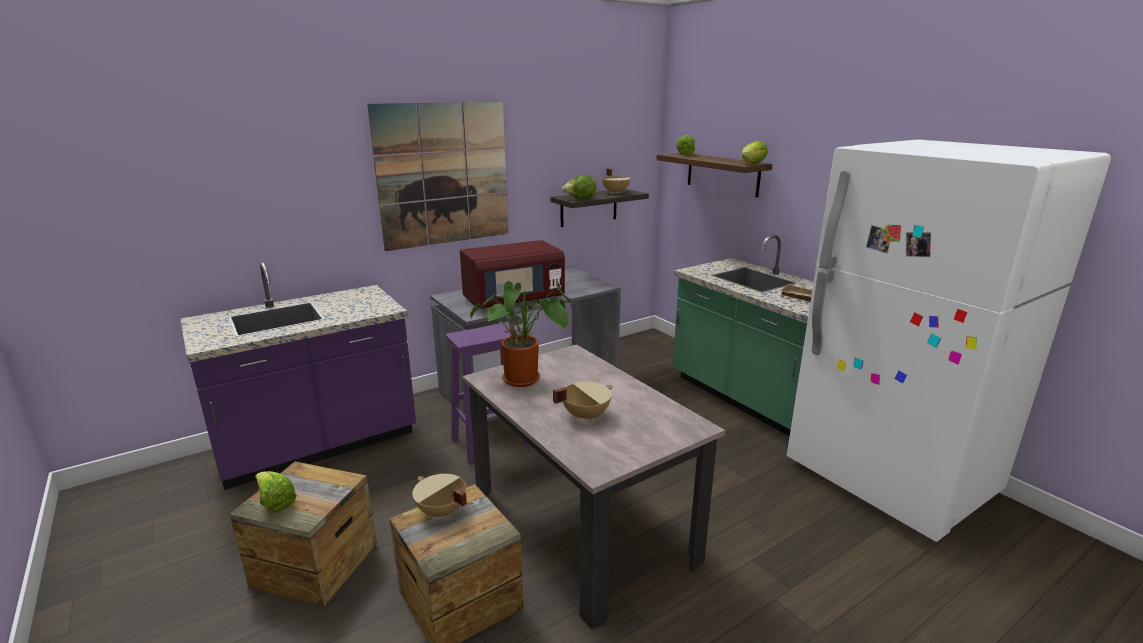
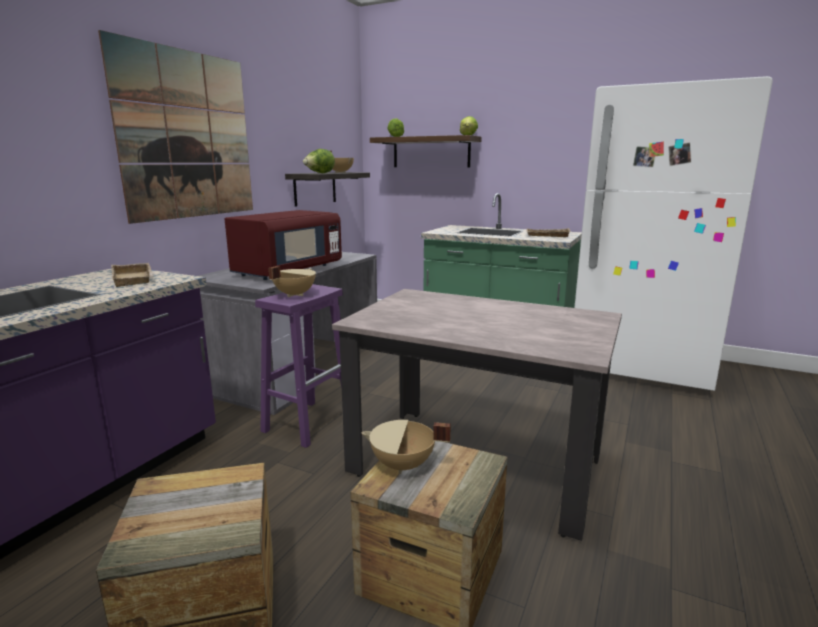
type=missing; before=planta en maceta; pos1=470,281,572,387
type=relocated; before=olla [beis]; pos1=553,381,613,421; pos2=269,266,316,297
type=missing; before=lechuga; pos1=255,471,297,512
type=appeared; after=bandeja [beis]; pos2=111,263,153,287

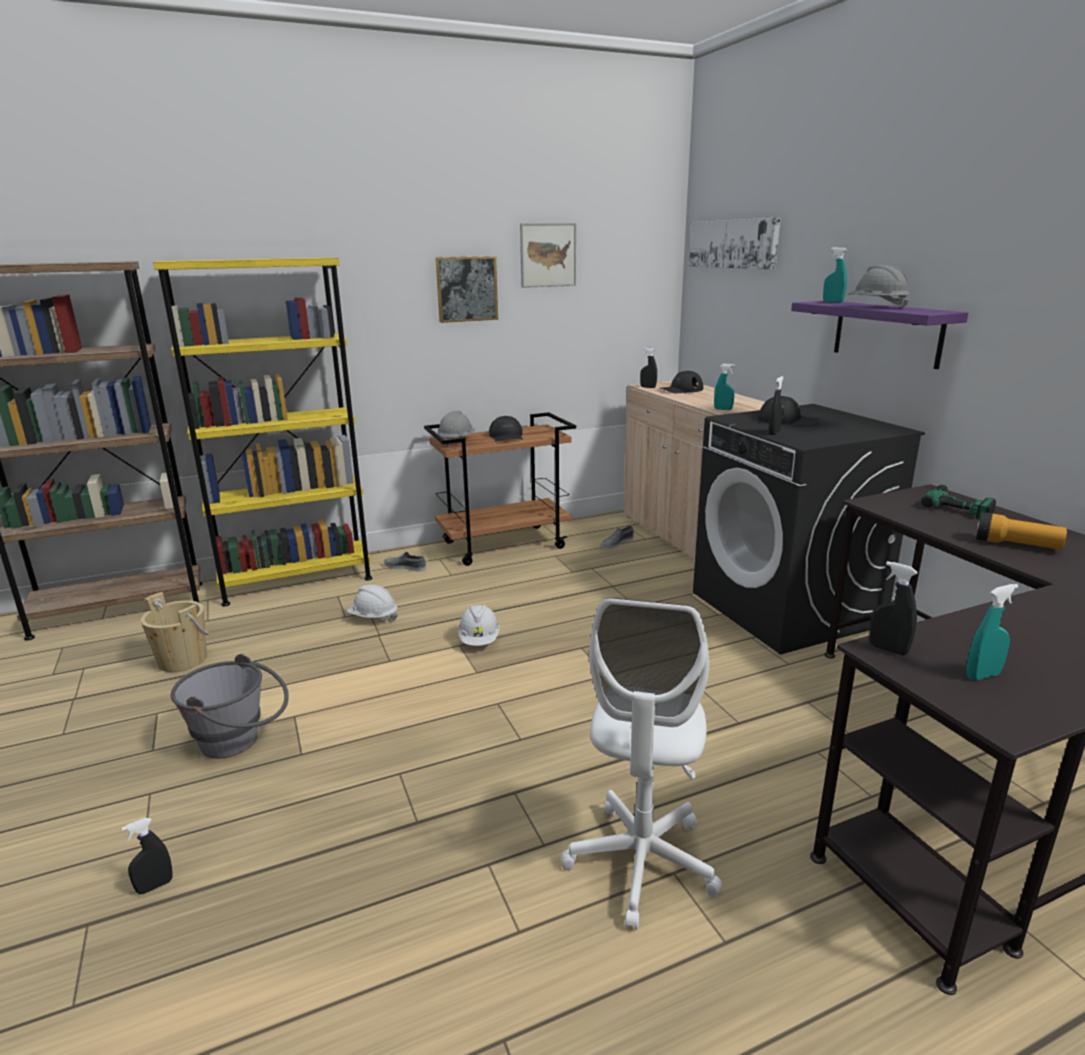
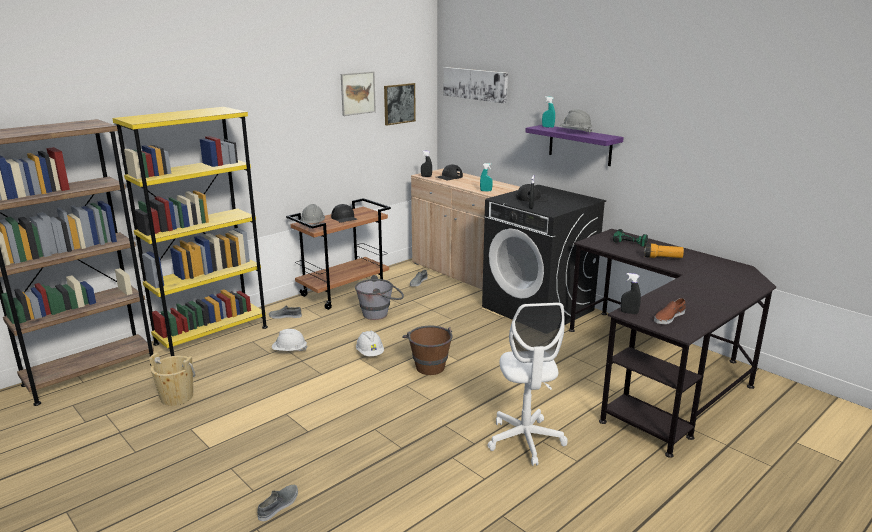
type=relocated; before=cuadro; pos1=435,256,498,323; pos2=384,83,416,125
type=exchanged; before=pulverizador [turquesa]; after=zapato [marrón]; pos1=966,584,1018,680; pos2=654,298,686,324
type=relocated; before=cubo [gris]; pos1=171,654,289,759; pos2=355,275,404,320
type=exchanged; before=pulverizador [negro]; after=zapato [gris]; pos1=122,818,173,894; pos2=257,485,298,521
type=appeared; after=cubo [marrón]; pos2=402,326,453,375

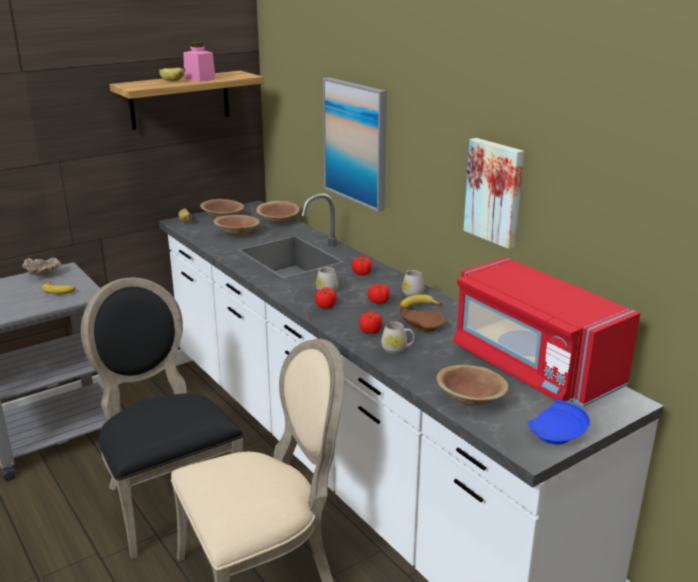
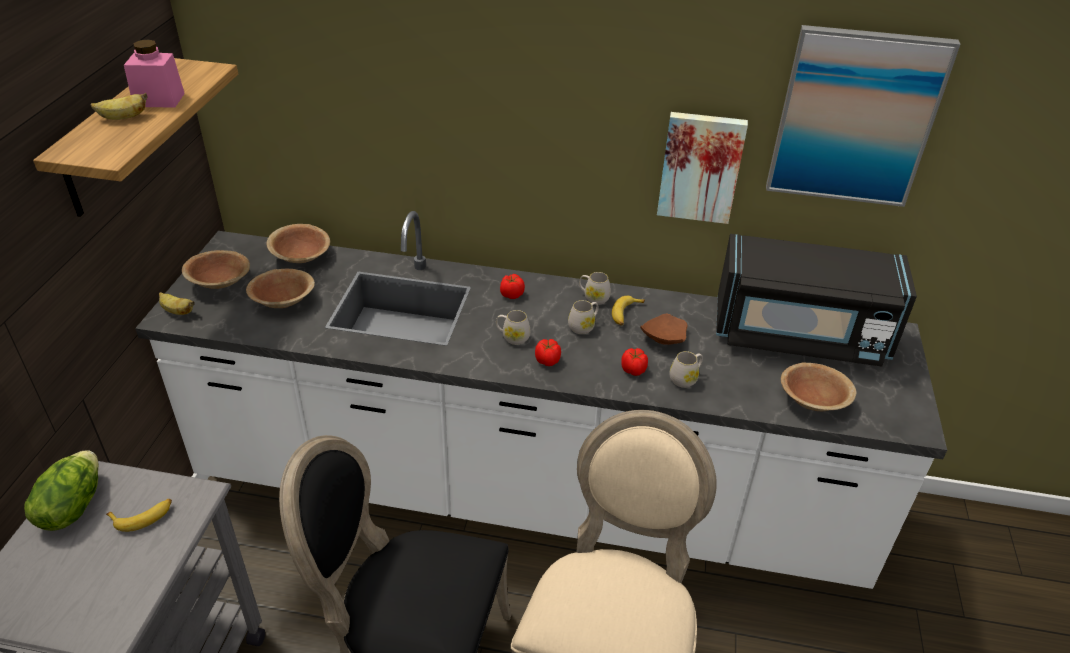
type=relocated; before=cuadro; pos1=323,77,387,212; pos2=766,25,960,207
type=colour; before=microondas [rojo]; after=microondas [negro]; pos1=453,257,640,407; pos2=716,234,917,367
type=exchanged; before=cuenco [beis]; after=lechuga; pos1=22,258,62,277; pos2=24,450,99,531
type=exchanged; before=tomate; after=taza grande [blanco]; pos1=368,283,390,304; pos2=568,300,599,334
type=missing; before=plato [azul]; pos1=527,400,590,445

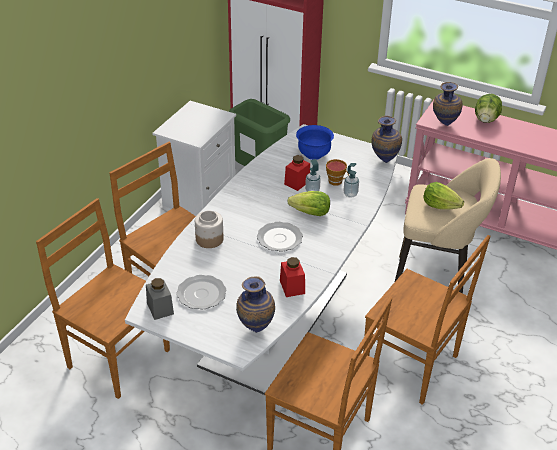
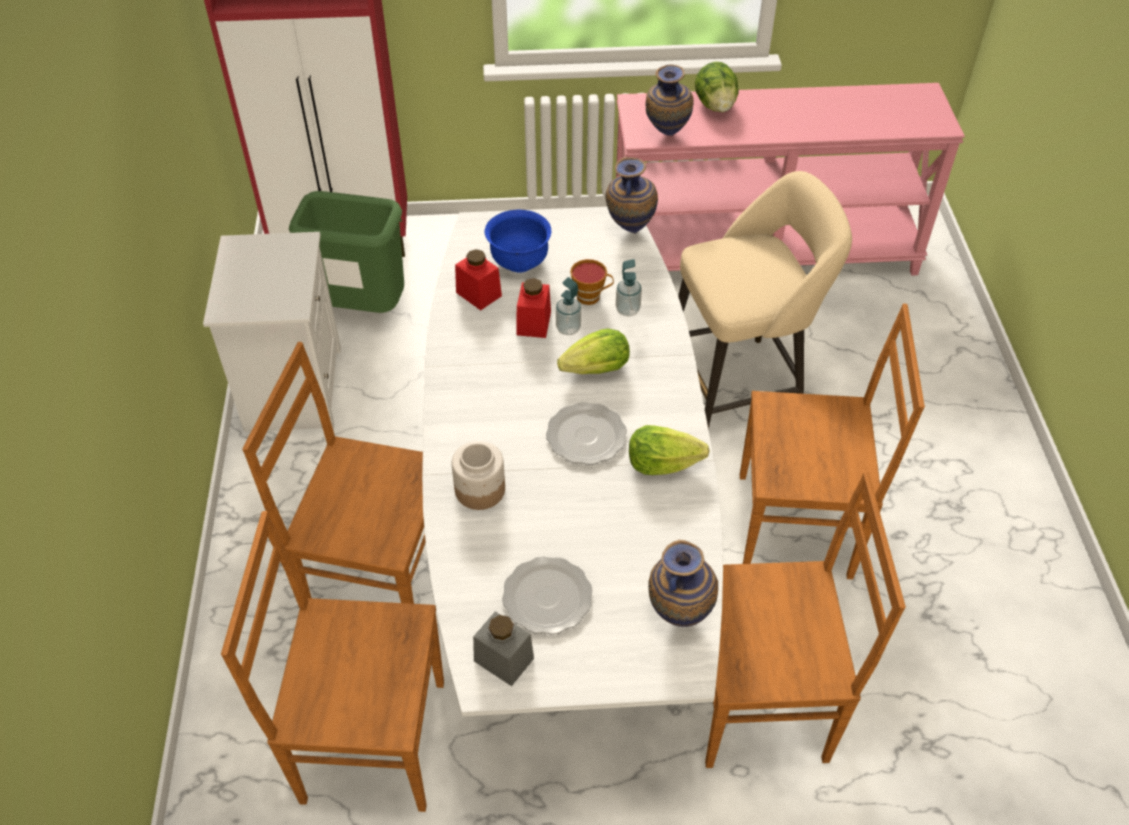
type=relocated; before=lechuga; pos1=423,182,464,210; pos2=629,425,710,475
type=relocated; before=tarro [rojo]; pos1=280,257,305,297; pos2=455,249,502,310

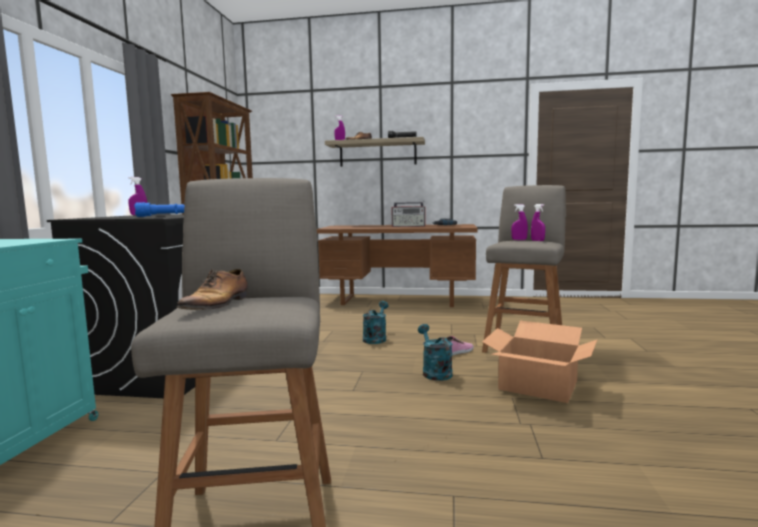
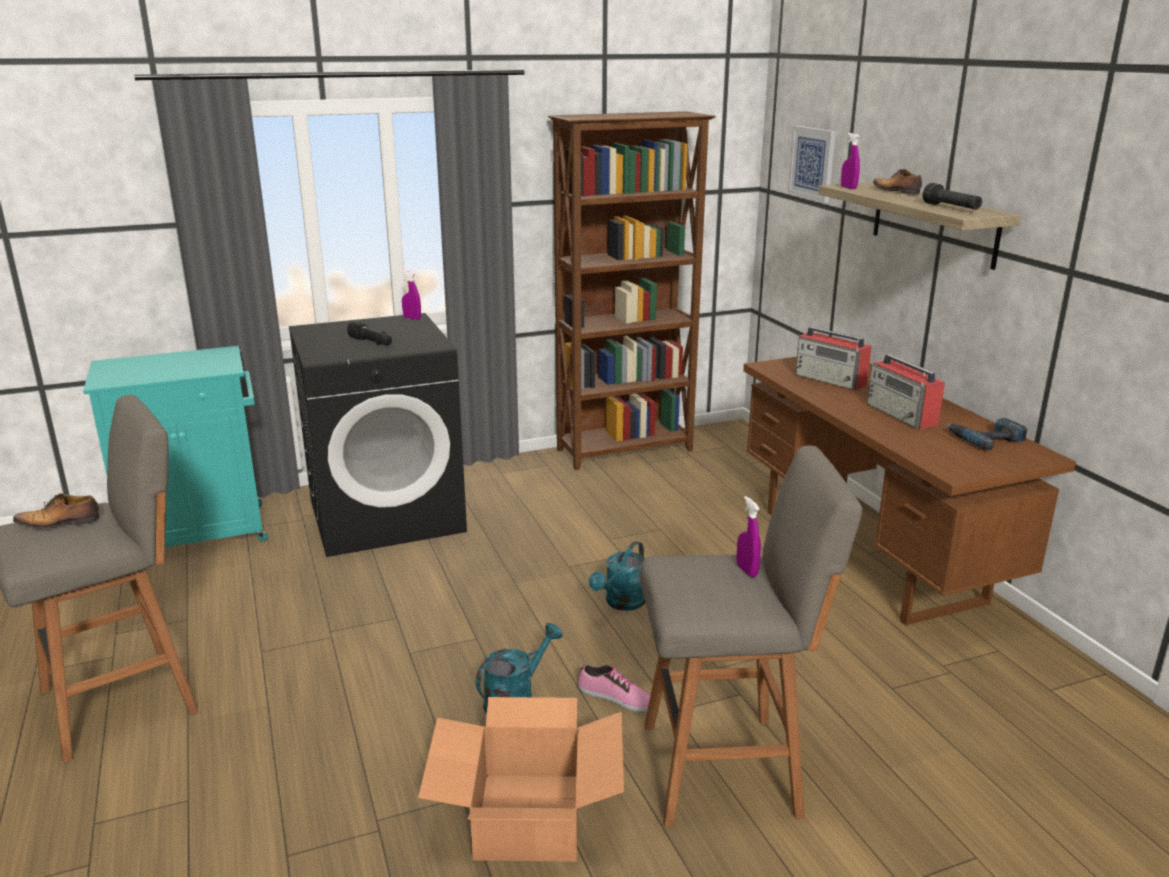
type=colour; before=linterna [azul]; after=linterna [negro]; pos1=134,202,184,217; pos2=347,321,392,346
type=missing; before=pulverizador [morado]; pos1=531,204,545,241
type=spun; before=regadera [turquesa]; pos1=363,301,388,344; pos2=589,541,645,611; turn=135
type=appeared; after=cuadro; pos2=787,126,836,202
type=appeared; after=radio; pos2=795,327,872,391

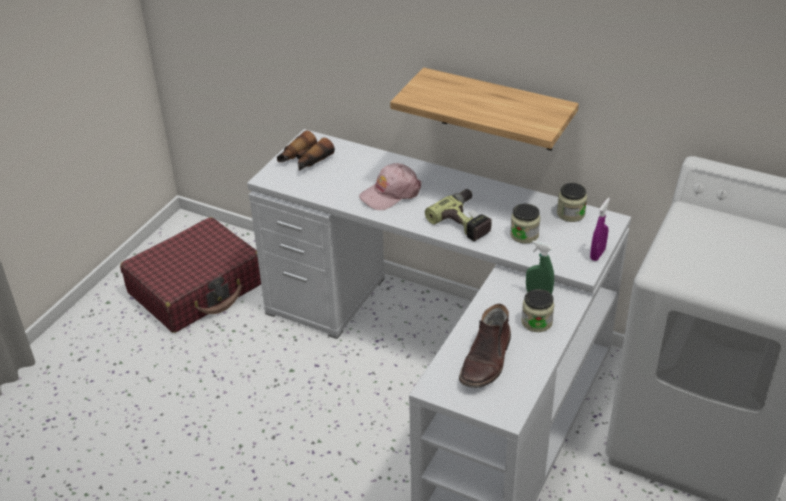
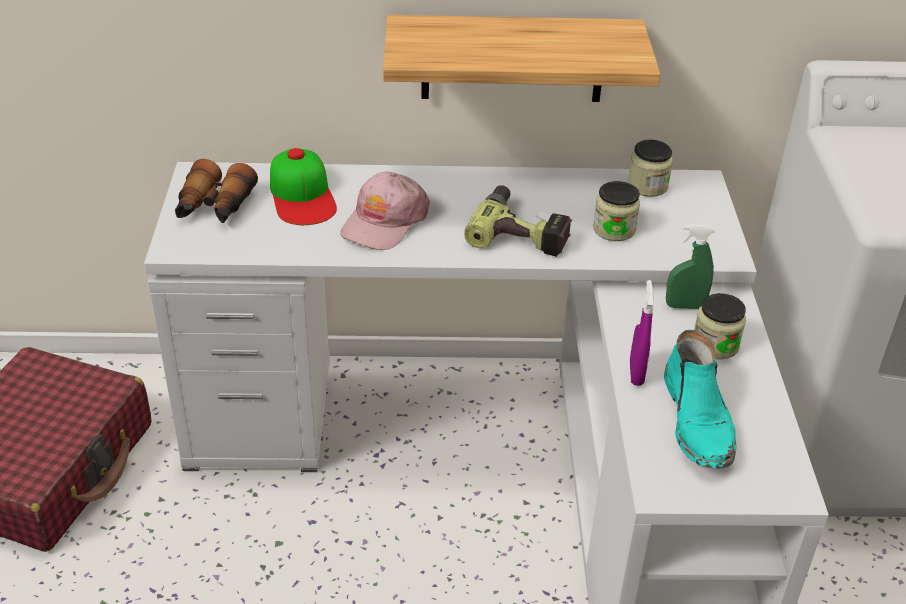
type=relocated; before=pulverizador [morado]; pos1=590,198,610,261; pos2=630,280,654,386
type=colour; before=bota [marrón]; after=bota [turquesa]; pos1=459,304,511,388; pos2=664,330,736,469
type=appeared; after=gorra; pos2=270,148,337,225

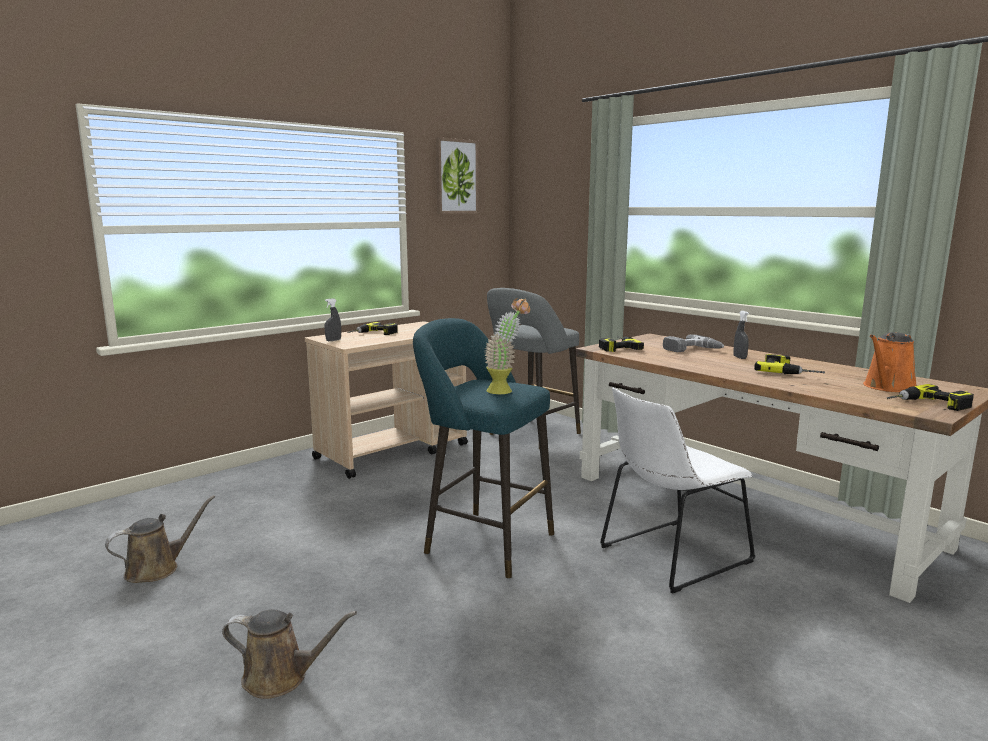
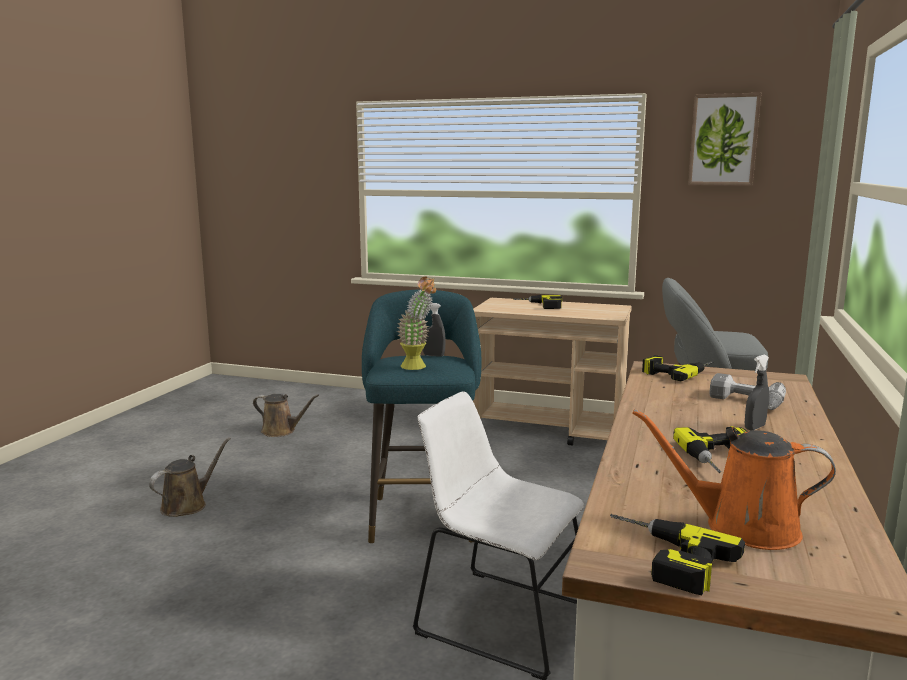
type=relocated; before=pulverizador [gris]; pos1=325,298,341,341; pos2=423,303,446,357
type=spun; before=regadera [marrón]; pos1=222,610,357,699; pos2=149,437,231,517; turn=-120

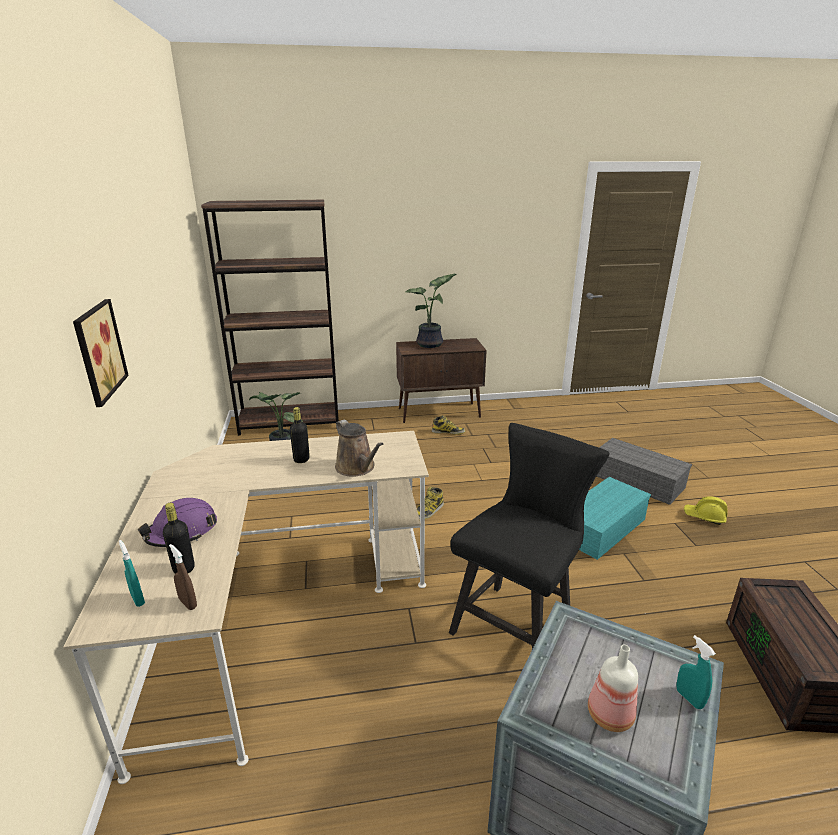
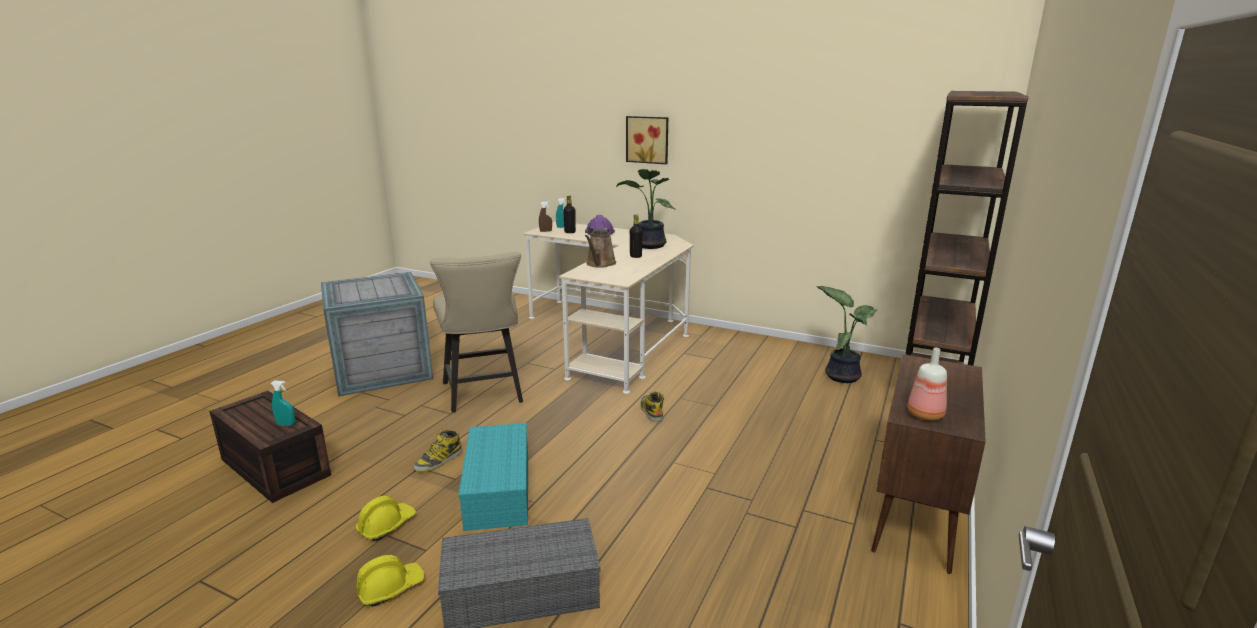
type=relocated; before=planta en maceta; pos1=405,274,457,348; pos2=616,169,676,249
type=relocated; before=bota; pos1=432,415,465,435; pos2=413,430,462,472
type=spun; before=regadera [marrón]; pos1=335,420,383,477; pos2=585,228,616,268; turn=-75
type=colour; before=silla [negro]; after=silla [beis]; pos1=449,423,610,649; pos2=430,251,523,413
type=relocated; before=pulverizador [turquesa]; pos1=676,635,716,709; pos2=271,381,295,426
type=relocated; before=botella; pos1=588,645,638,732; pos2=907,348,947,421
type=appeared; after=casco [amarillo]; pos2=356,496,416,541

